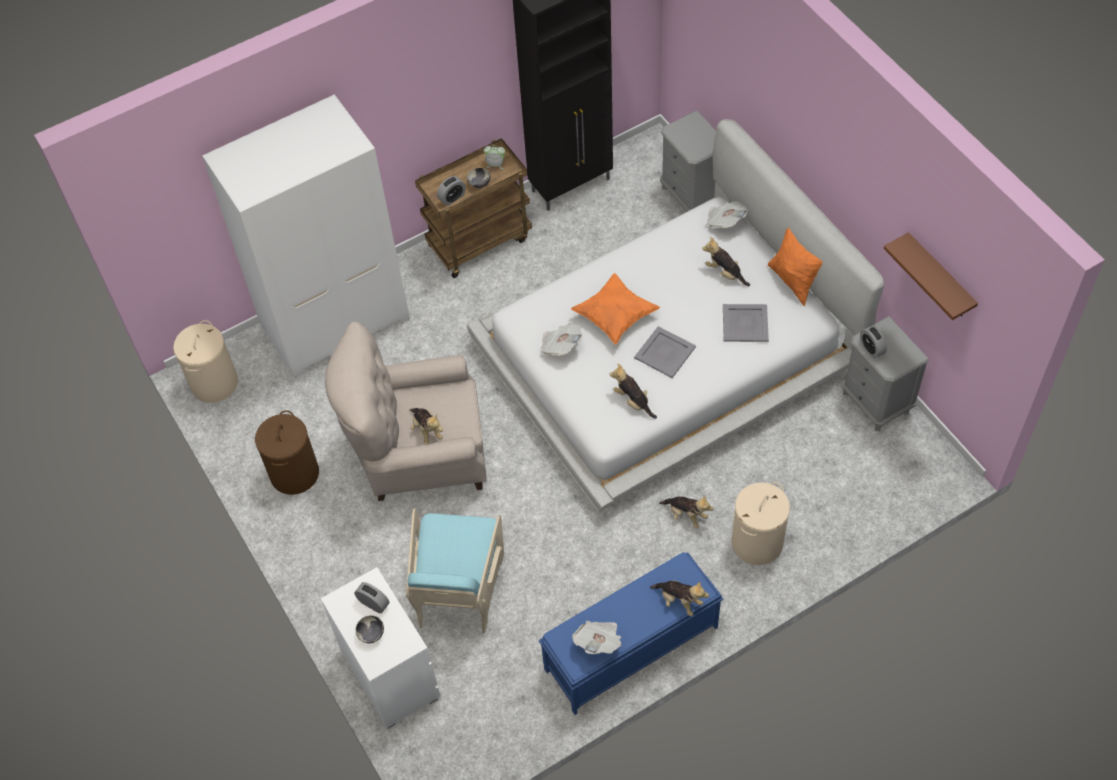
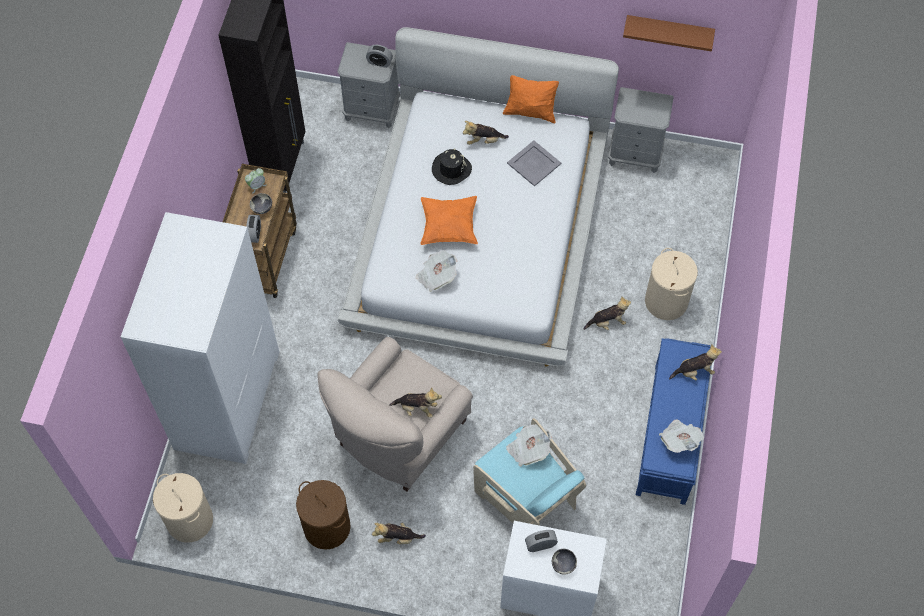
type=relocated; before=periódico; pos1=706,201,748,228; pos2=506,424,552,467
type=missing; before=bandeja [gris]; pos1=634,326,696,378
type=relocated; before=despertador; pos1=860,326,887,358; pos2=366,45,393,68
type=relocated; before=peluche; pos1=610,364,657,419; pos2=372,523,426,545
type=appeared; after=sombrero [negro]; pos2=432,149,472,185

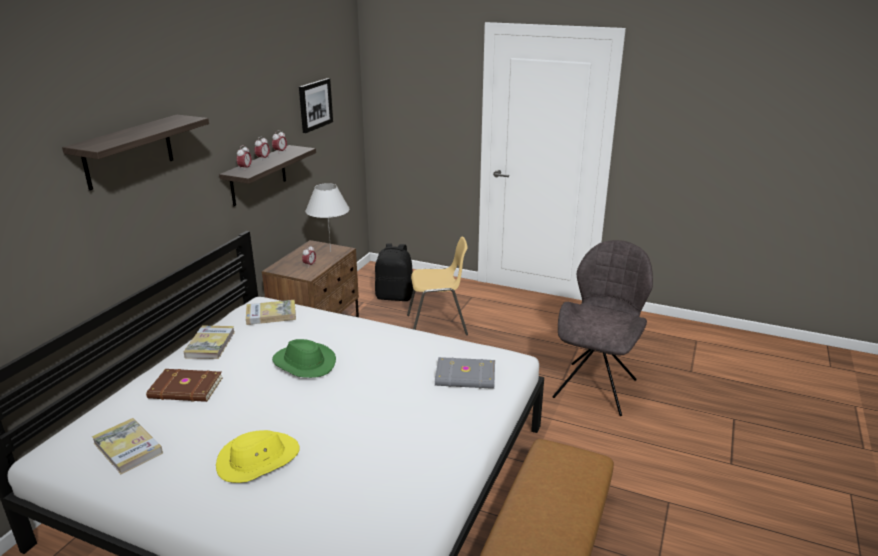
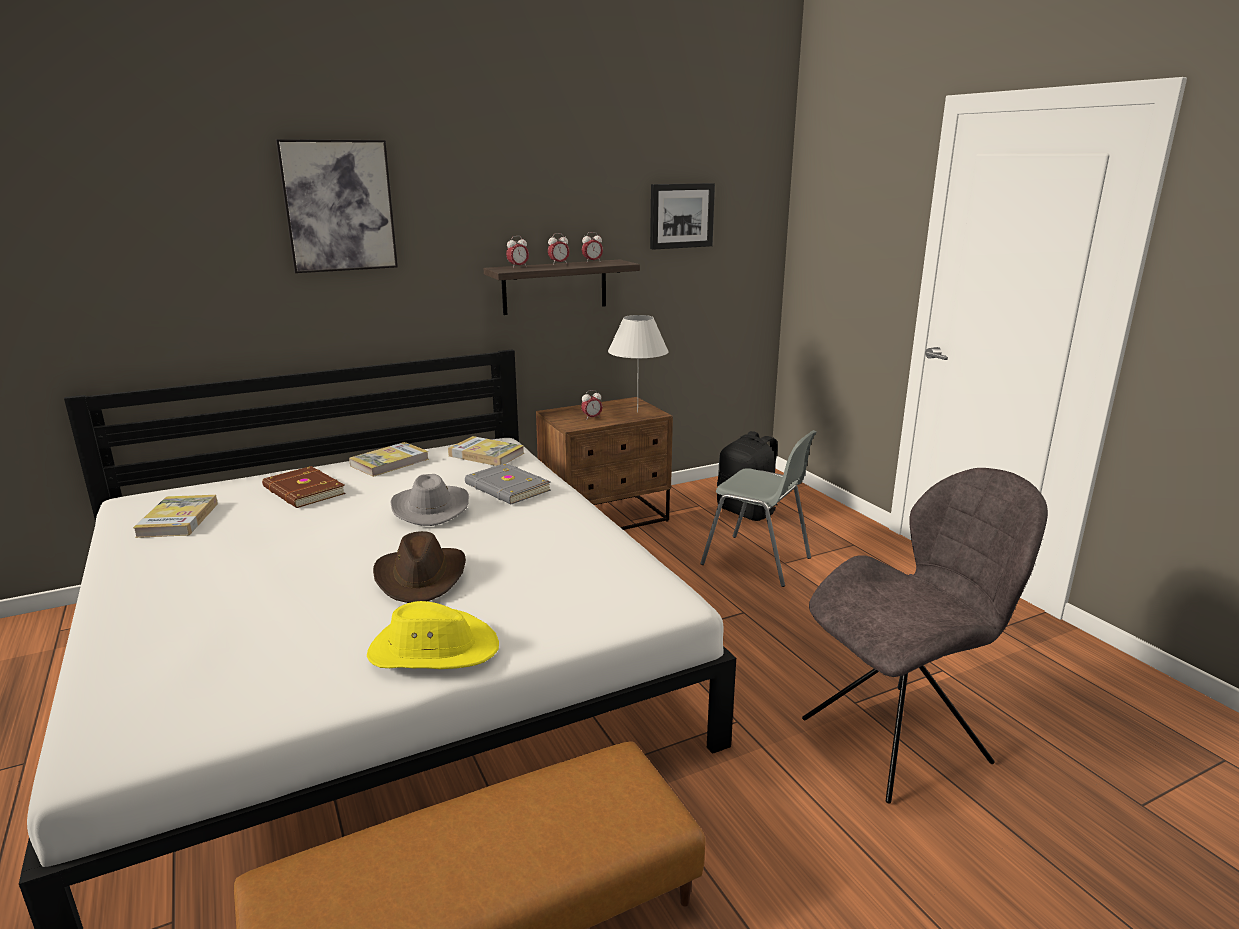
type=exchanged; before=estante; after=cuadro; pos1=62,115,209,191; pos2=276,139,398,273
type=colour; before=silla [amarillo]; after=silla [gris]; pos1=407,237,468,335; pos2=700,430,817,587
type=colour; before=sombrero [verde]; after=sombrero [gris]; pos1=272,339,336,378; pos2=390,474,469,526
type=relocated; before=libro [gris]; pos1=435,357,495,389; pos2=465,463,551,504
type=relocated; before=sombrero [amarillo]; pos1=216,430,299,483; pos2=367,601,499,669
type=appeared; after=sombrero [marrón]; pos2=373,531,466,603

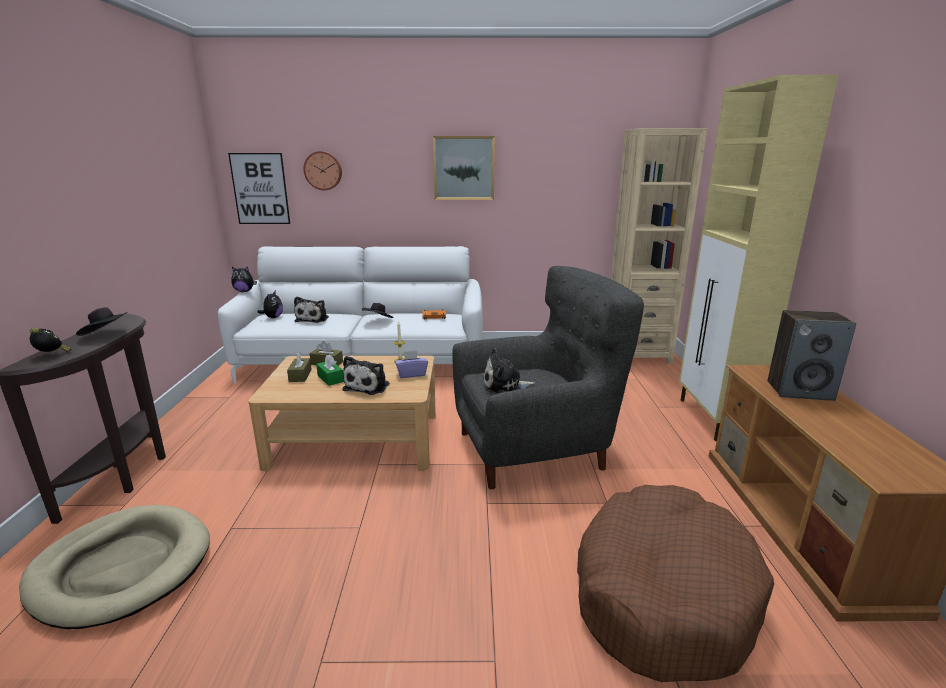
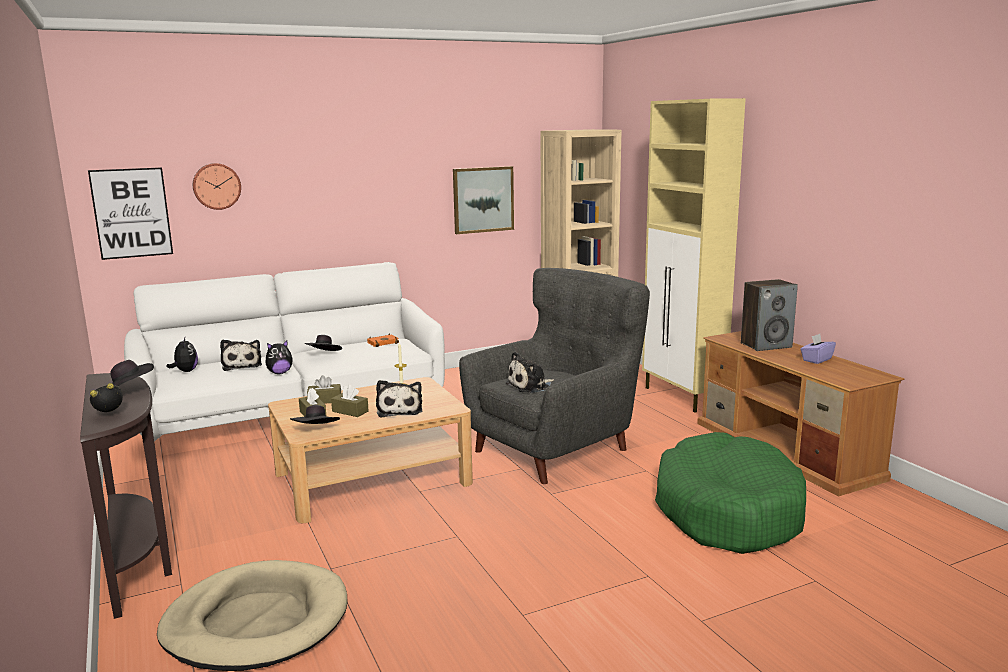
type=relocated; before=cuadro; pos1=433,136,495,200; pos2=453,166,514,234
type=relocated; before=peluche; pos1=232,266,257,292; pos2=266,341,293,374
type=spun; before=despertador; pos1=30,328,71,352; pos2=90,383,123,412; turn=-45
type=relocated; before=caja de pañuelos [morado]; pos1=395,350,428,378; pos2=800,334,836,364
type=colour; before=caja de pañuelos [verde]; after=caja de pañuelos [marrón]; pos1=316,355,344,386; pos2=331,384,369,417
type=colour; before=cama para perro [marrón]; after=cama para perro [verde]; pos1=577,485,774,682; pos2=655,432,806,554
type=appeared; after=sombrero [negro]; pos2=290,405,340,424

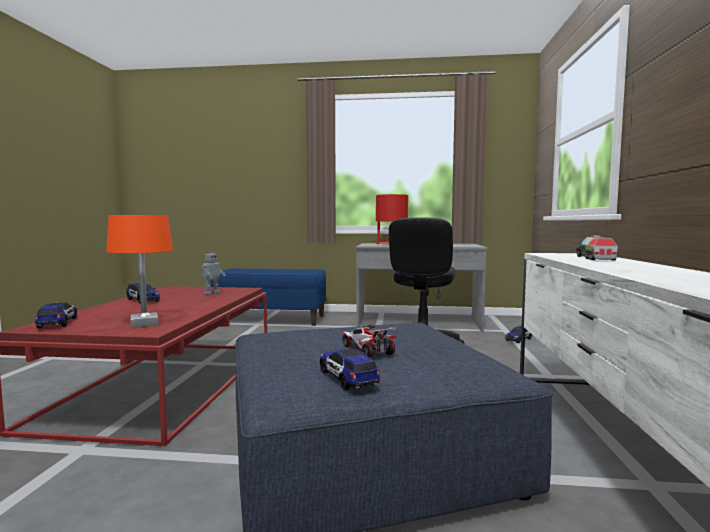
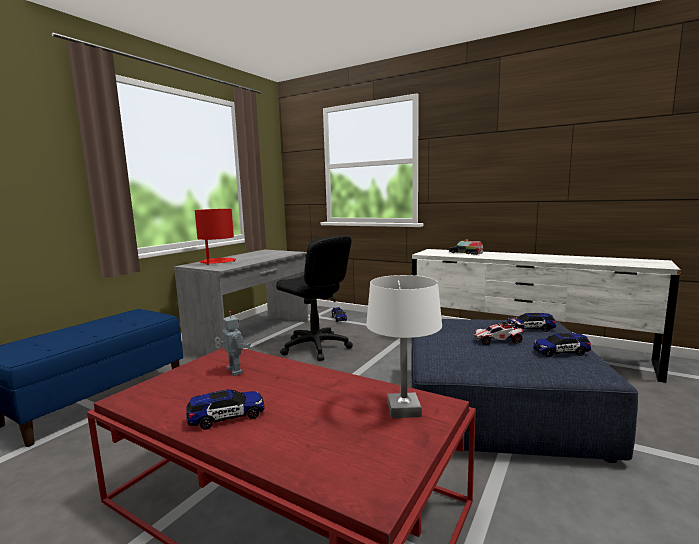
type=colour; before=lámpara de mesa [naranja]; after=lámpara de mesa [blanco]; pos1=106,215,174,328; pos2=366,275,442,418
type=relocated; before=coche de juguete; pos1=35,303,77,328; pos2=507,313,556,332

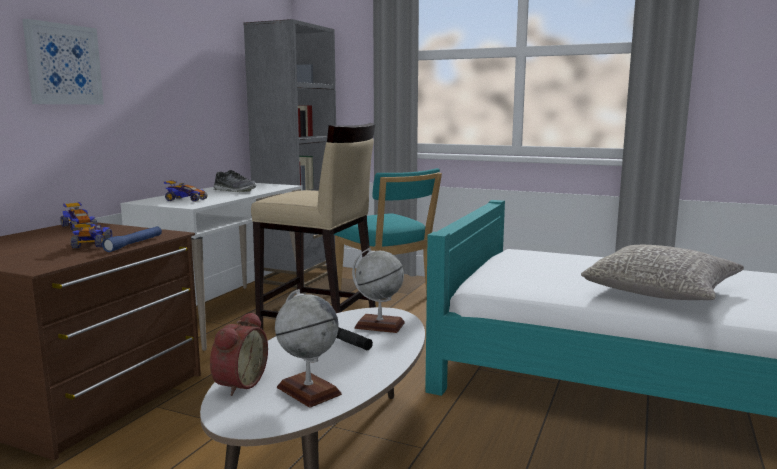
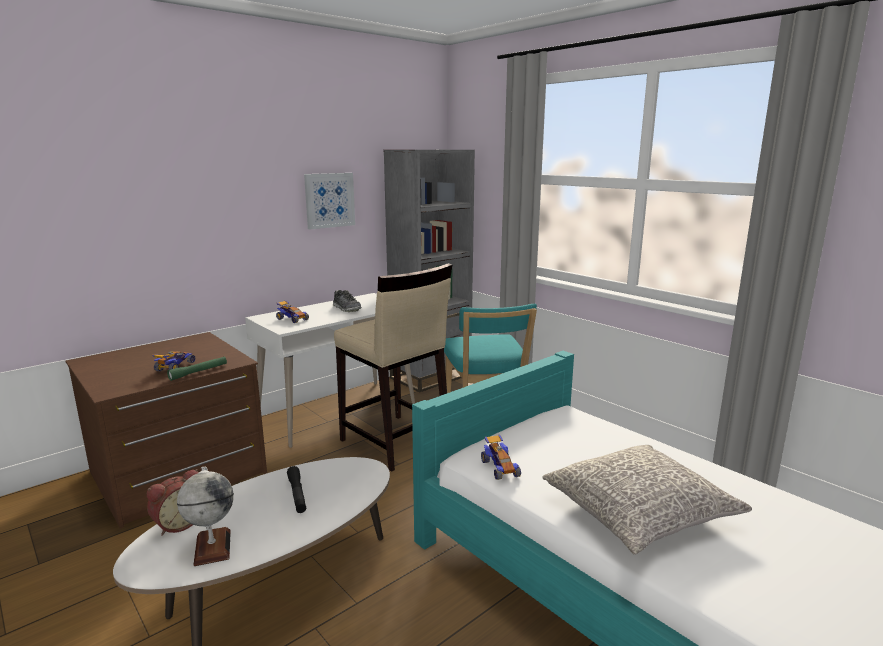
type=relocated; before=cuadro; pos1=22,19,104,104; pos2=304,173,355,229
type=relocated; before=coche de juguete; pos1=60,202,98,231; pos2=481,435,521,480
type=colour; before=linterna [azul]; after=linterna [verde]; pos1=102,226,162,252; pos2=167,357,227,381
type=missing; before=globo terráqueo; pos1=352,248,405,333

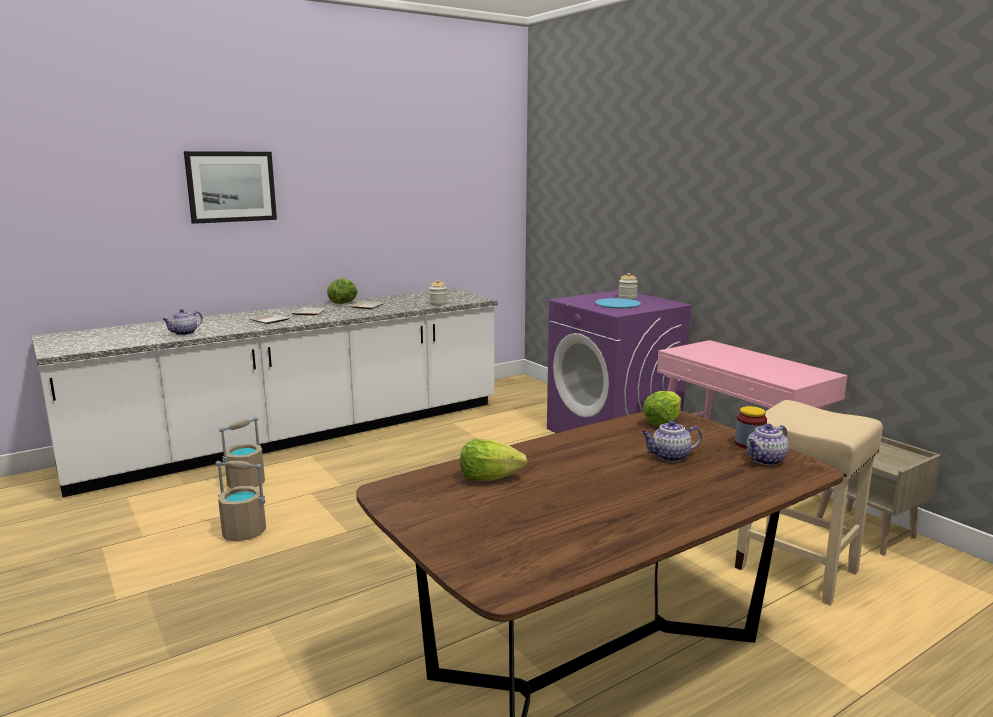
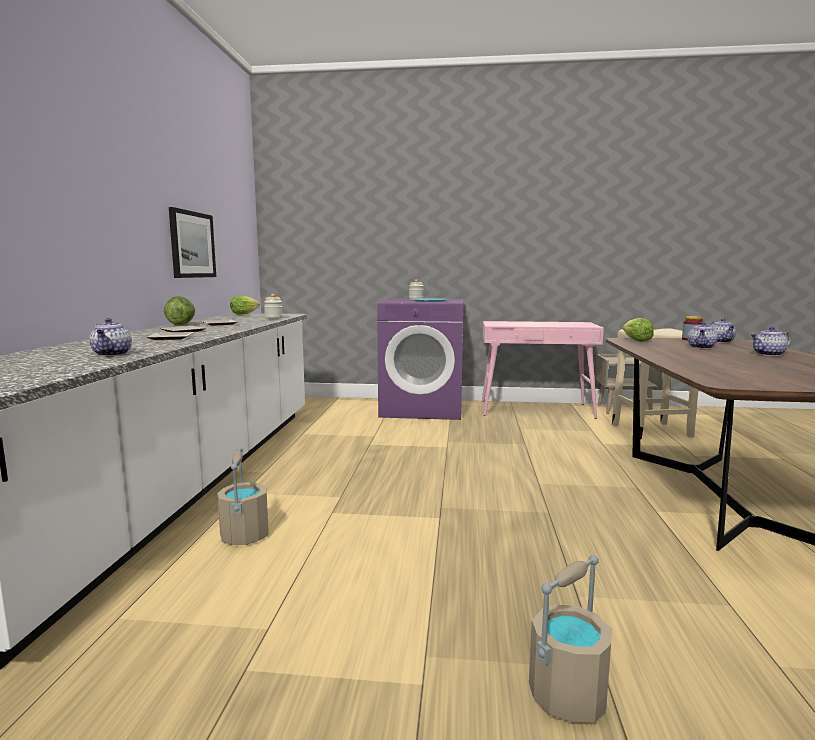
type=relocated; before=cuadro; pos1=184,151,277,224; pos2=169,207,216,278
type=relocated; before=lechuga; pos1=460,439,528,481; pos2=230,295,260,315
type=relocated; before=cubo [beis]; pos1=216,461,266,541; pos2=529,555,612,723
type=appeared; after=tetera; pos2=751,327,791,356

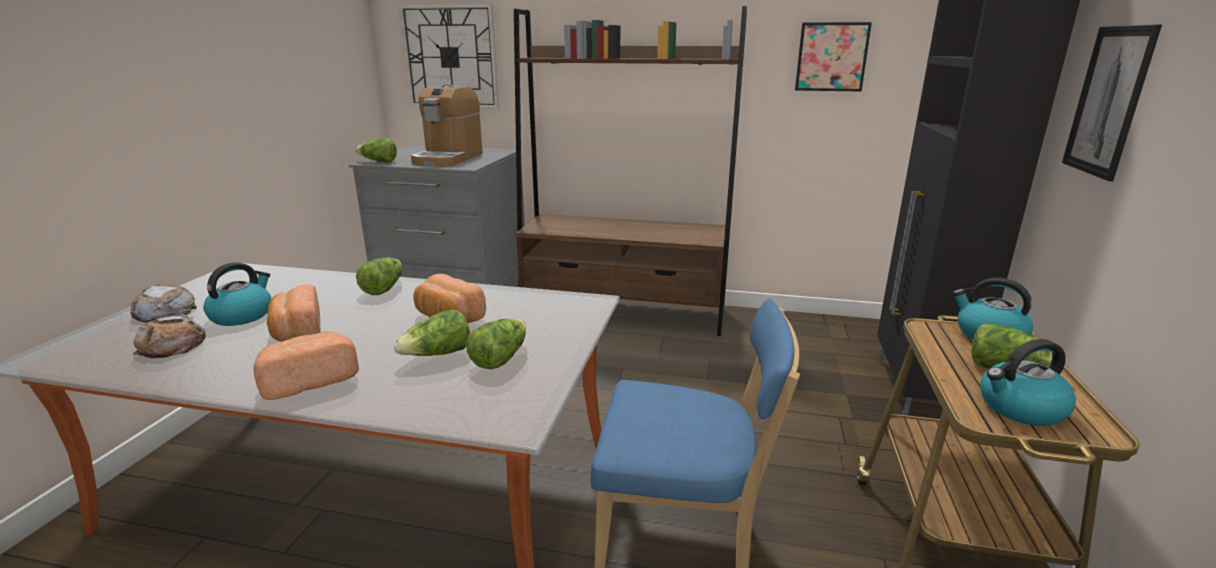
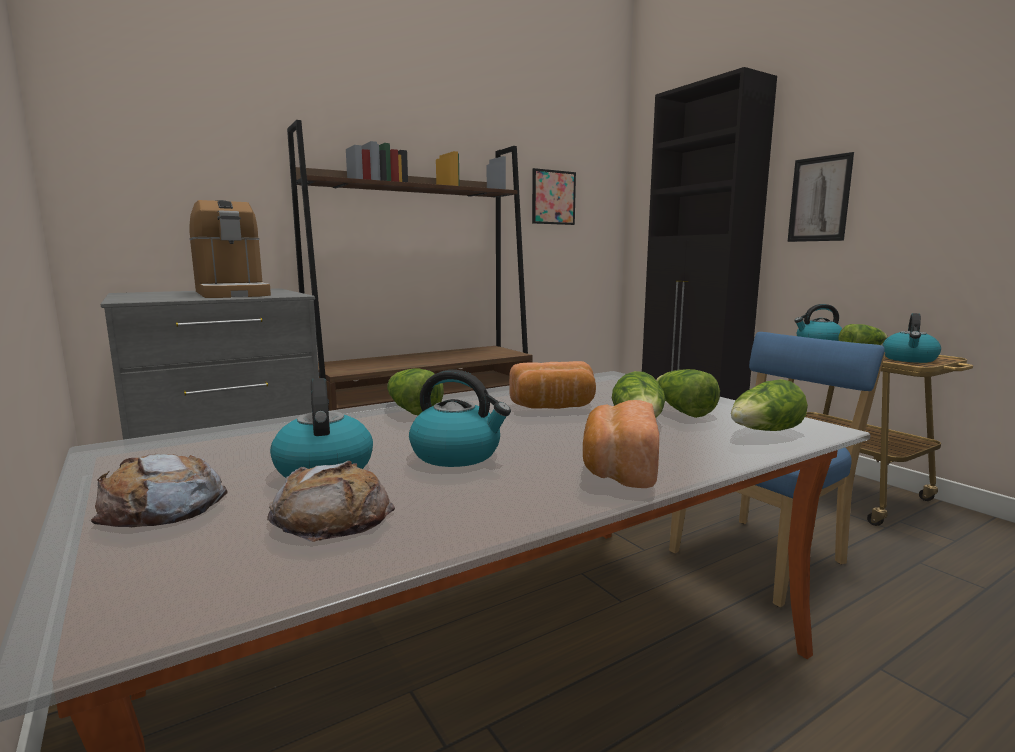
type=missing; before=reloj de pared; pos1=398,3,499,109
type=relocated; before=lechuga; pos1=355,138,397,163; pos2=731,379,808,431
type=exchanged; before=pan; after=hervidor; pos1=267,285,321,342; pos2=409,370,511,467

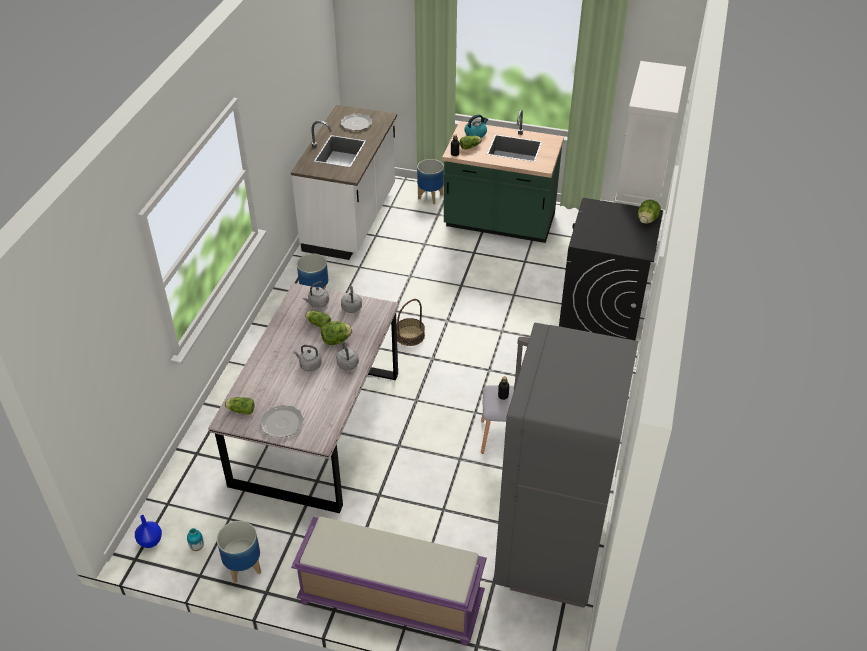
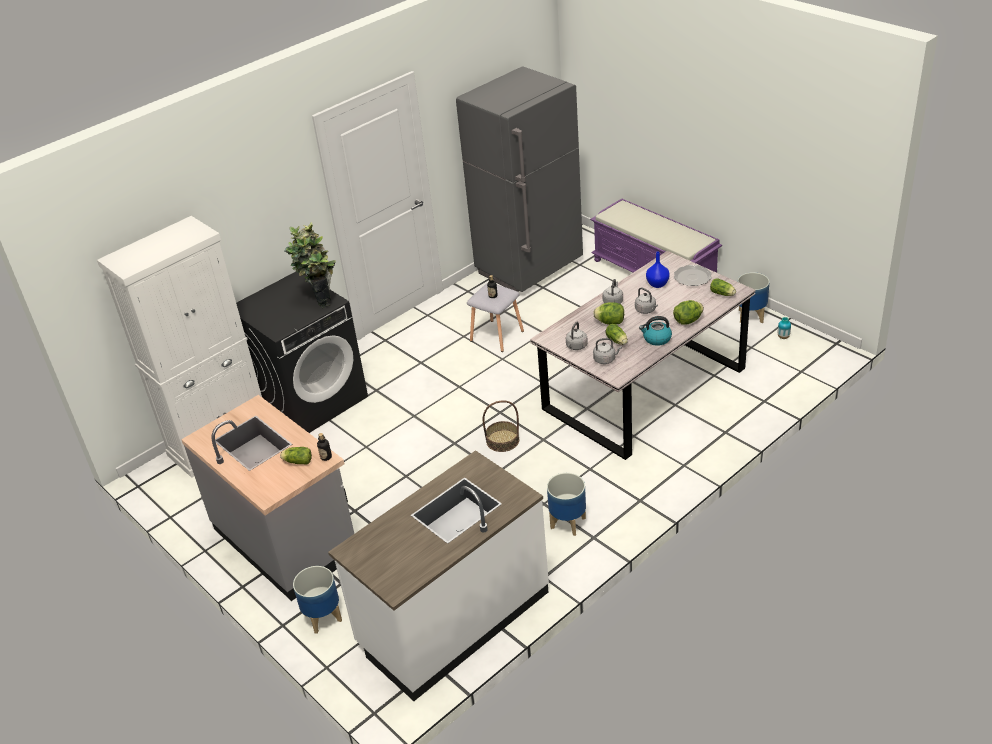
type=colour; before=mueble bajo de cocina [verde]; after=mueble bajo de cocina [gris]; pos1=442,110,564,243; pos2=181,395,354,601
type=missing; before=plato; pos1=341,113,372,130
type=relocated; before=hervidor; pos1=465,114,488,138; pos2=639,316,672,346
type=relocated; before=lechuga; pos1=638,199,661,224; pos2=673,300,704,325
type=relocated; before=florero [azul]; pos1=135,515,162,548; pos2=646,251,670,288
type=appeared; after=planta en maceta; pos2=284,222,336,308

